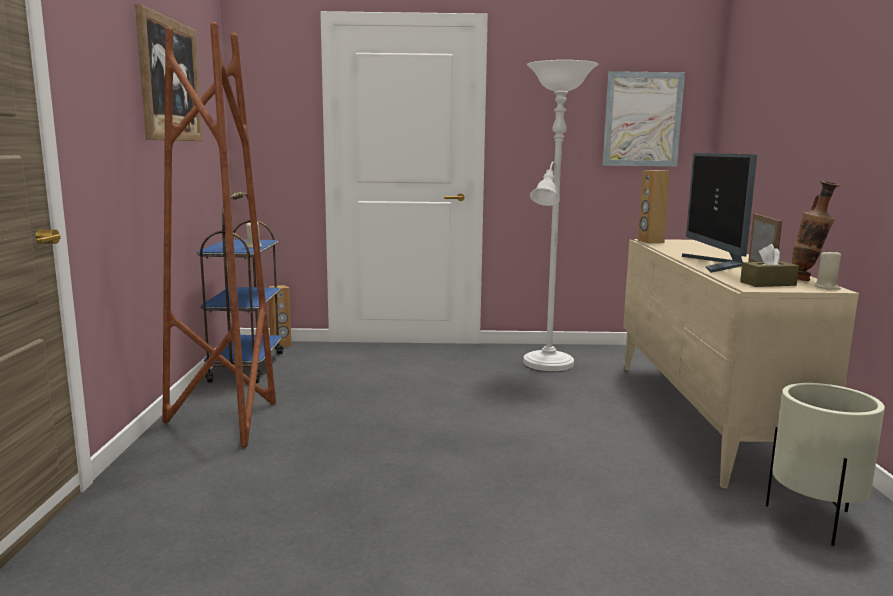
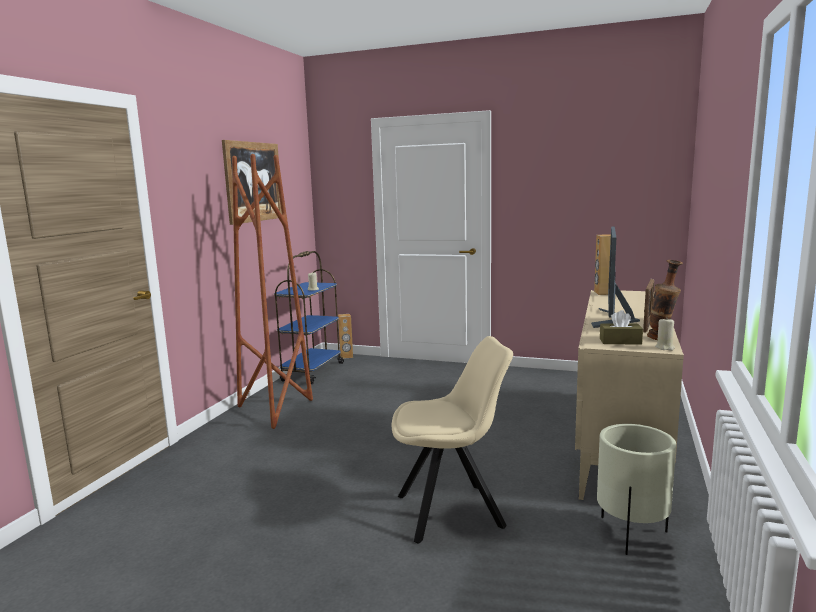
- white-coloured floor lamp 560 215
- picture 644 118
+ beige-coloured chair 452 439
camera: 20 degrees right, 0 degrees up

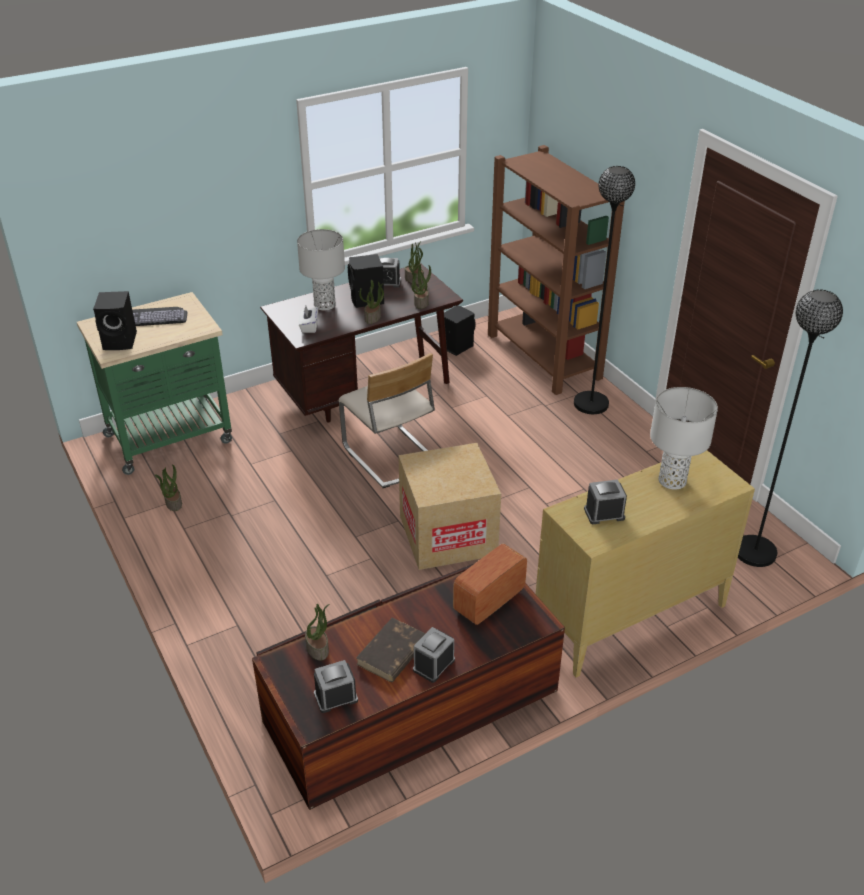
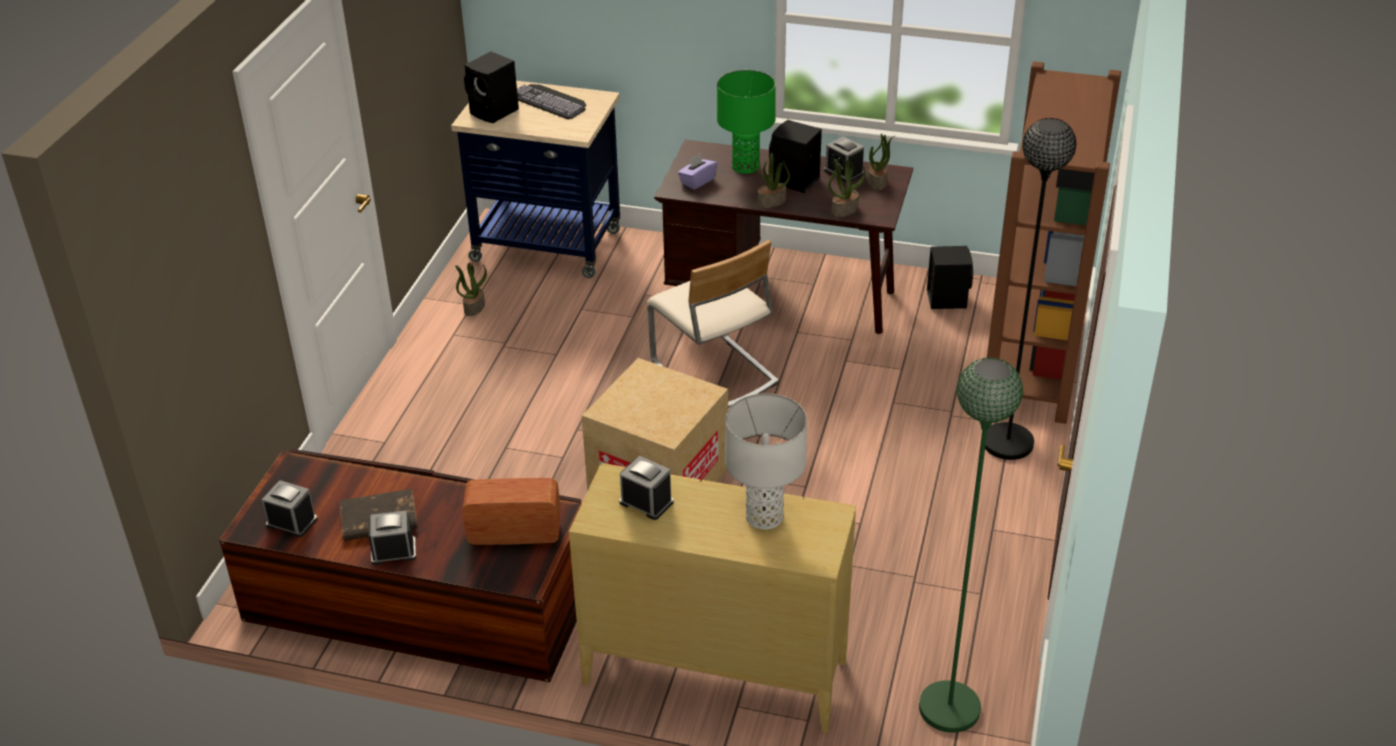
- plant in a pot 317 632
~ green-coloured cart 154 383 to blue cart 535 179
~ white-coloured tabletop lamp 321 270 to green-coloured tabletop lamp 746 122
~ white-coloured box of tissues 308 319 to purplish box of tissues 697 171
~ black floor lamp 790 428 to green-coloured floor lamp 971 545
~ beige-coloured chair 386 420 = 713 324 45 degrees counterclockwise
camera: 45 degrees right, 0 degrees up

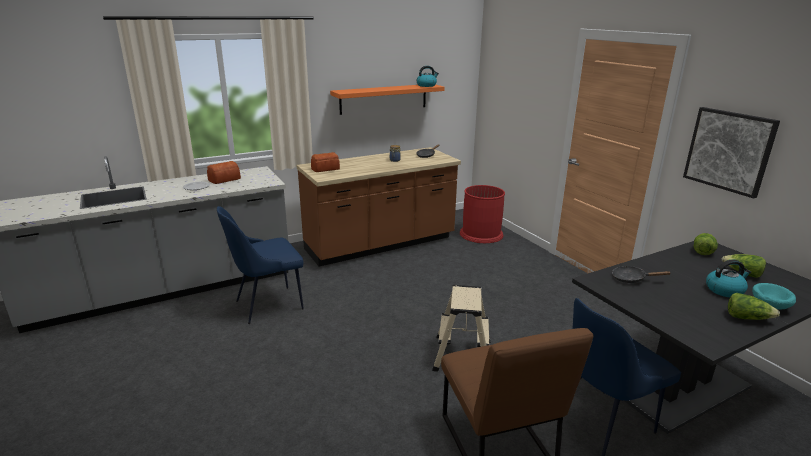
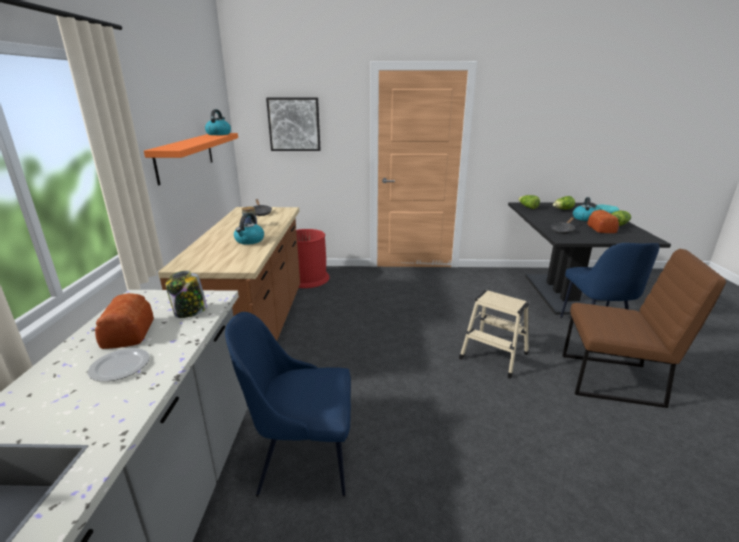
+ preserve jar 186 294
+ tea kettle 249 229
~ baked bread 325 162 to 603 221
~ picture 731 153 to 293 124
~ blue chair 260 265 = 288 404 90 degrees clockwise
camera: 60 degrees left, 0 degrees up

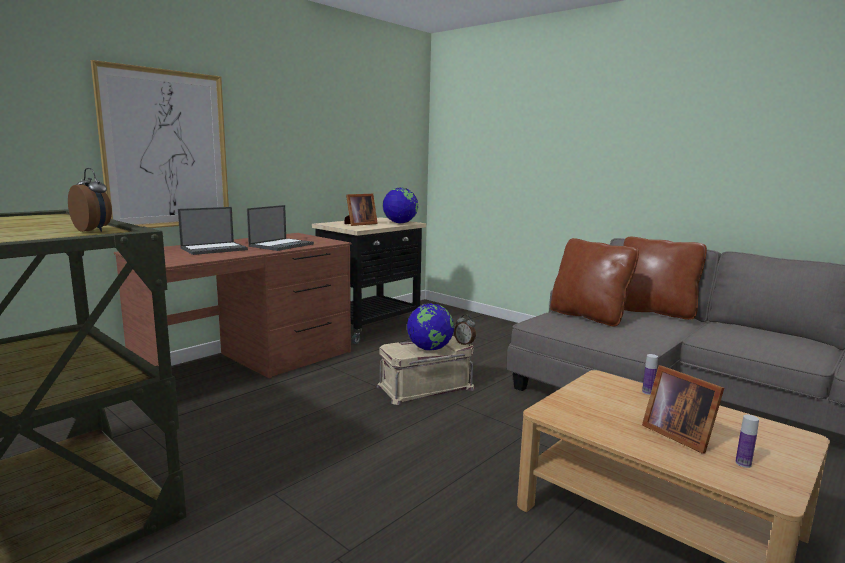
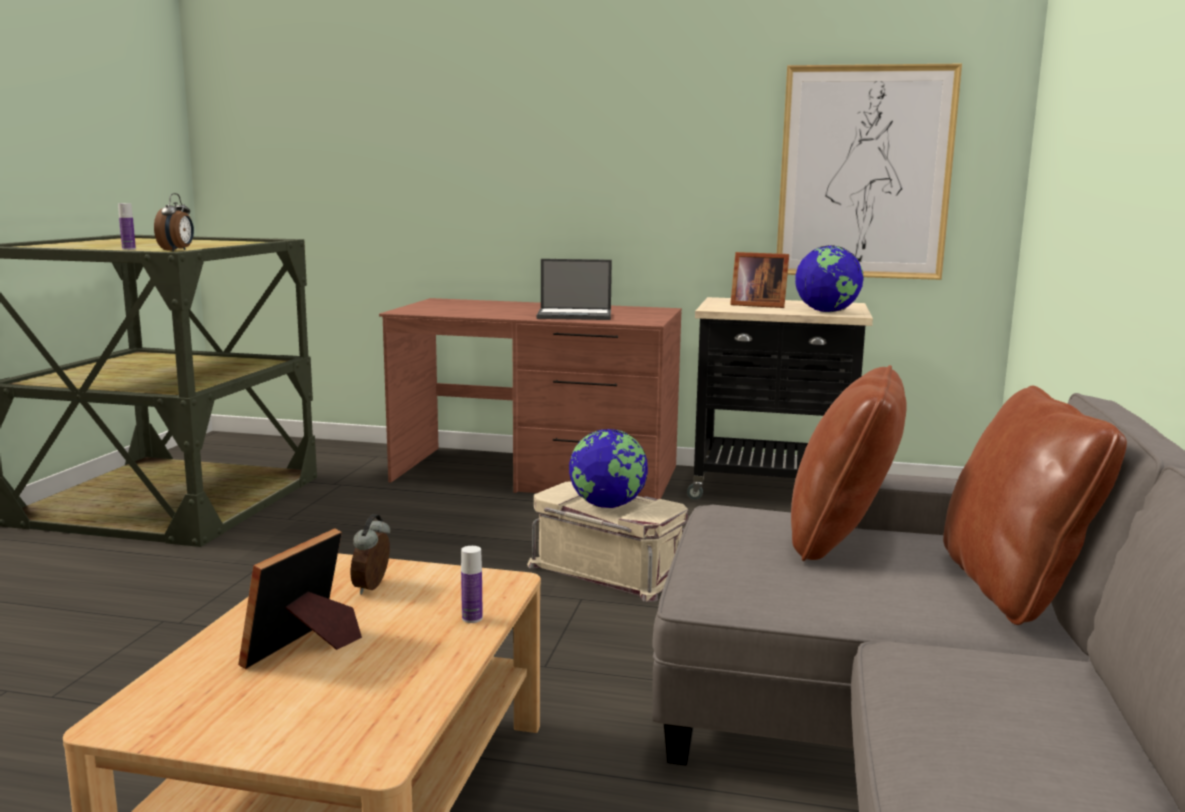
- notebook computer 213 231
~ picture 159 144 to 869 172
~ bedside clock 465 330 to 370 554
~ beverage bottle 747 441 to 127 226
camera: 60 degrees right, 0 degrees up

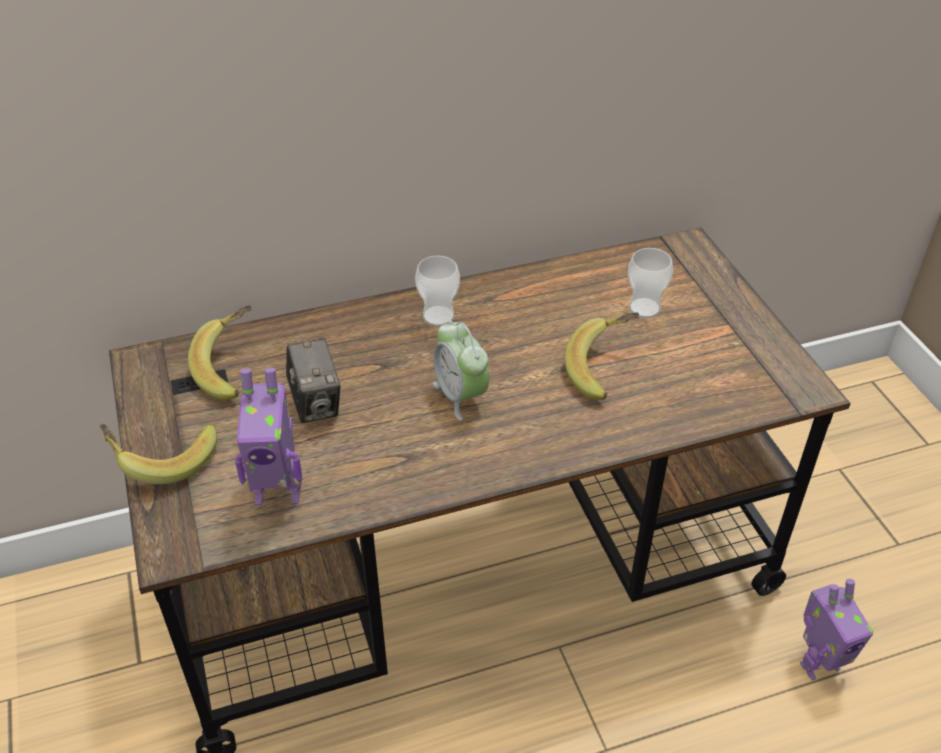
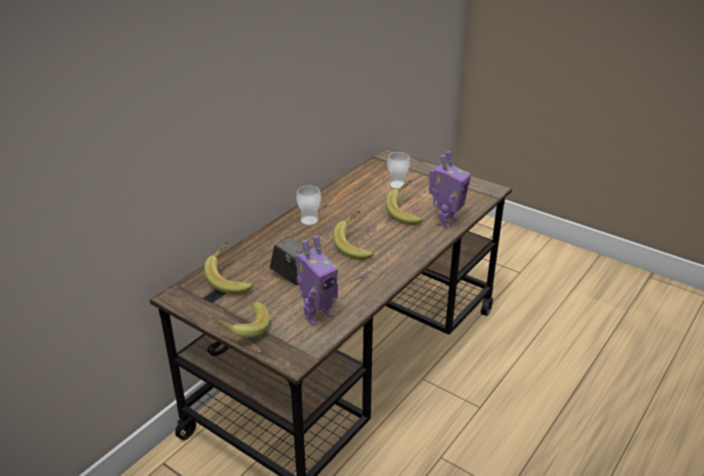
~ toy robot 836 629 to 450 189
~ bedside clock 461 370 to banana fruit 353 235
camera: 35 degrees left, 10 degrees down

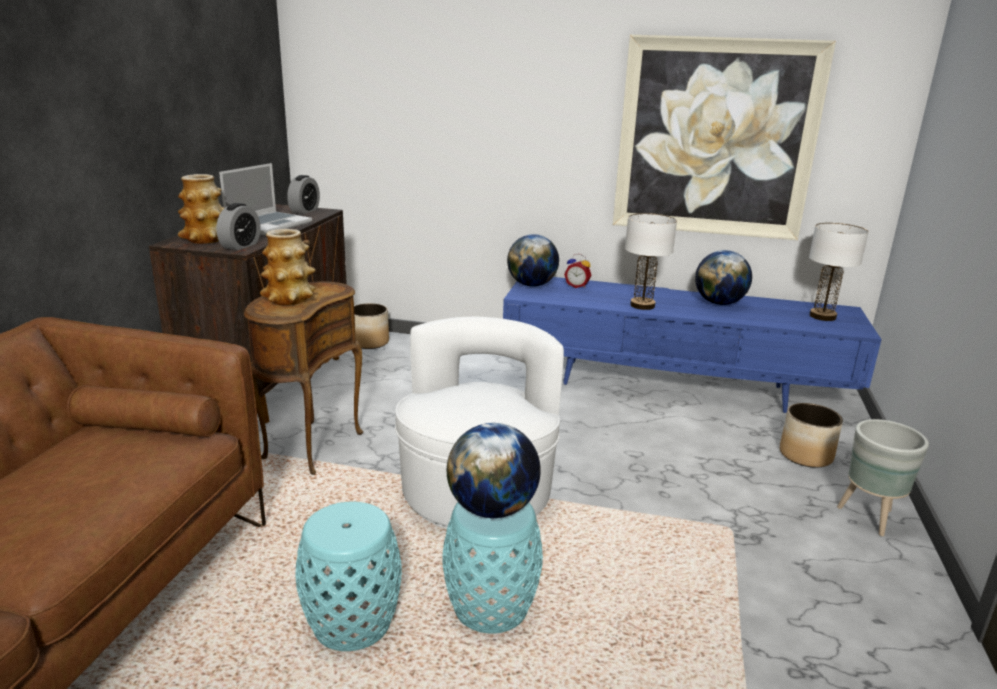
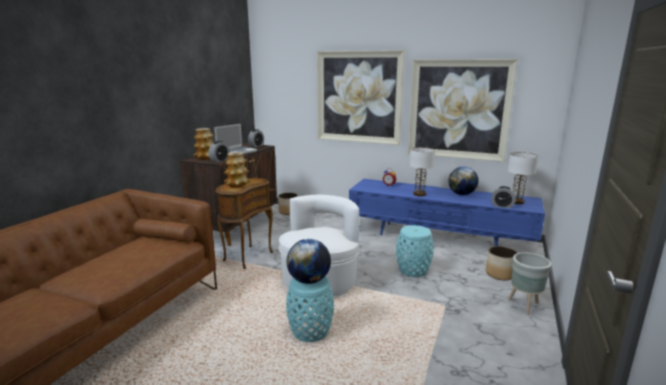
- globe 533 260
+ picture 361 97
+ bedside clock 503 197
~ blue-green stool 349 576 to 415 251
camera: 10 degrees right, 5 degrees down

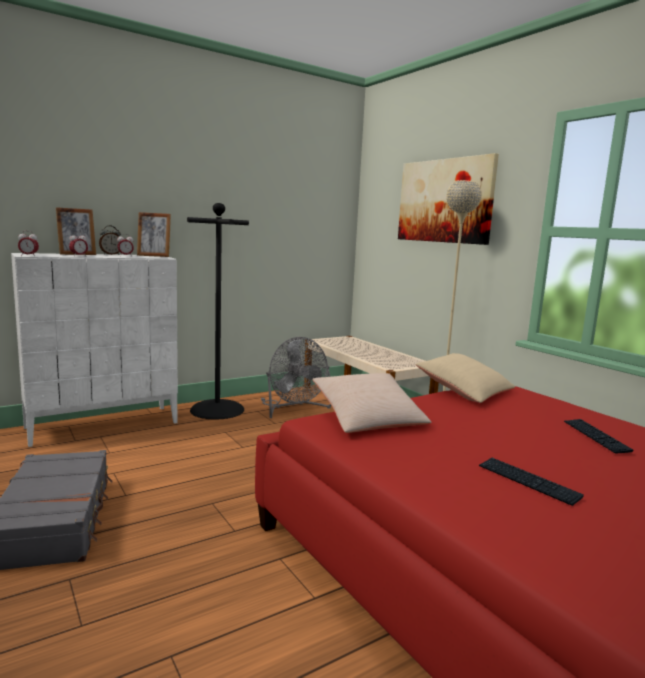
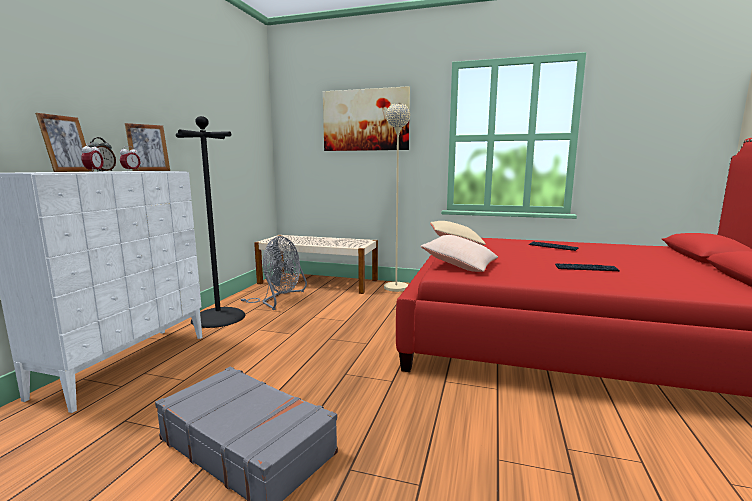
- bedside clock 28 244
camera: 40 degrees left, 0 degrees up

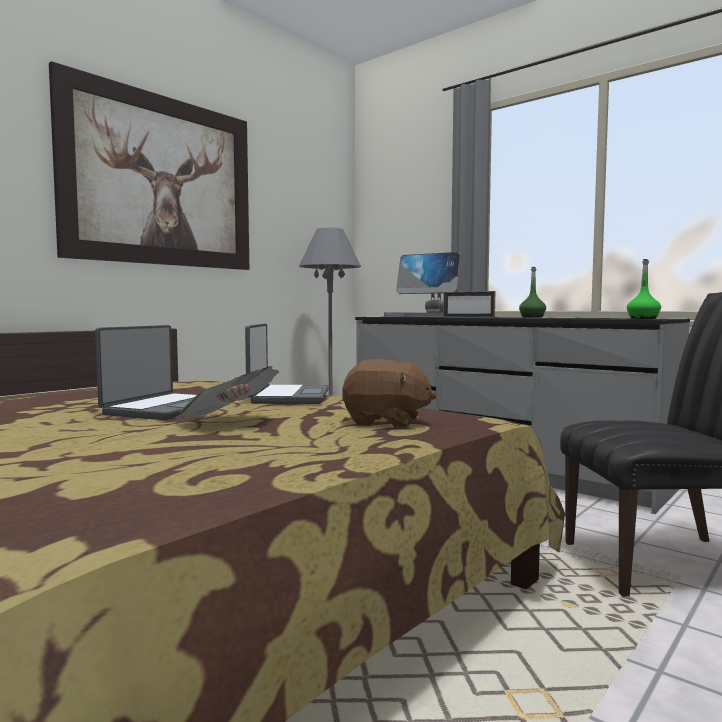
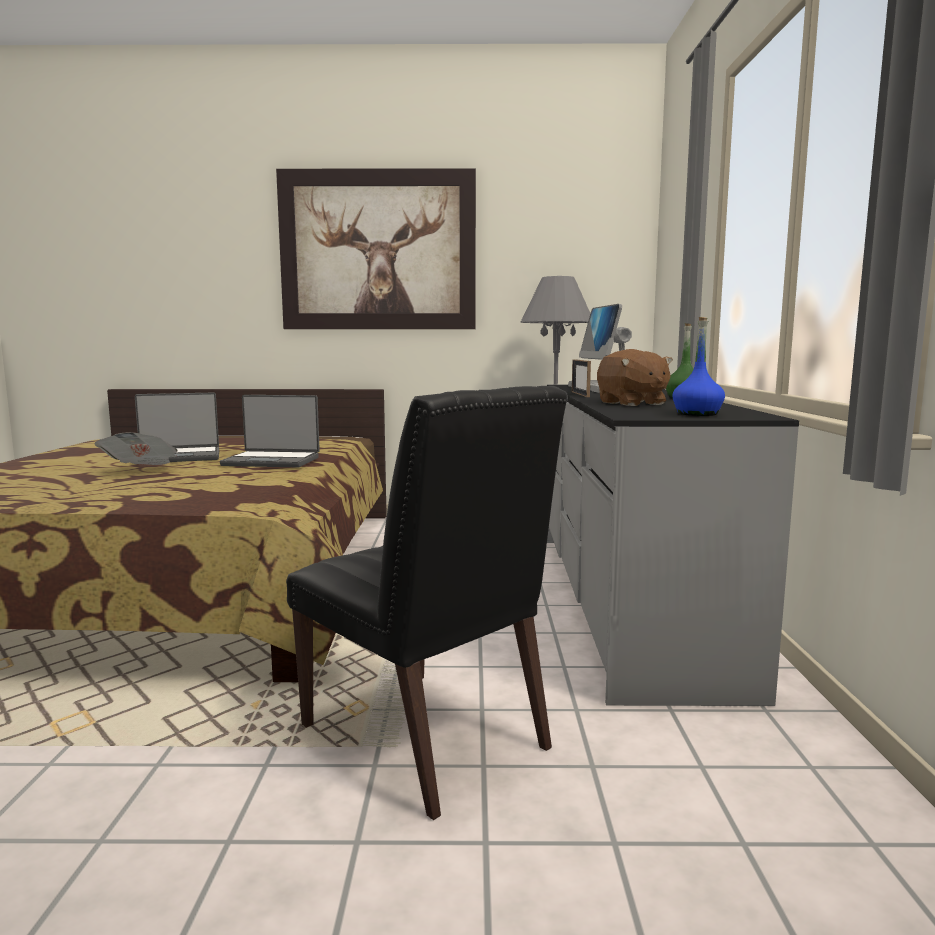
~ brown plush toy 389 393 to 635 377
~ green-coloured beverage bottle 644 289 to blue beverage bottle 698 366
~ notebook computer 287 364 = 270 431 45 degrees clockwise
camera: 50 degrees right, 5 degrees up

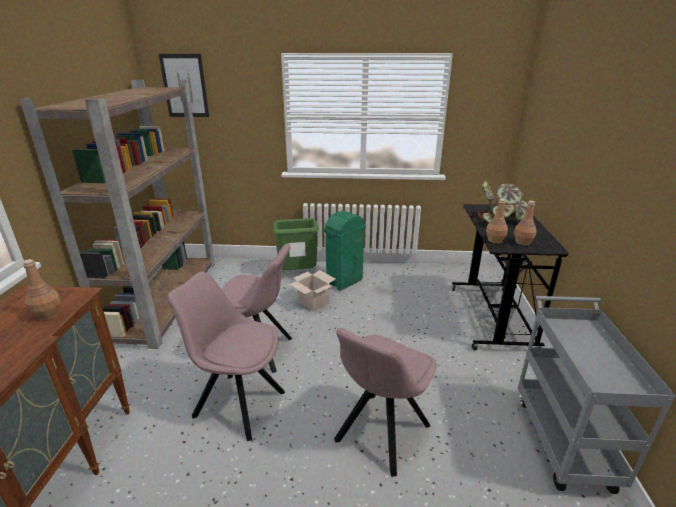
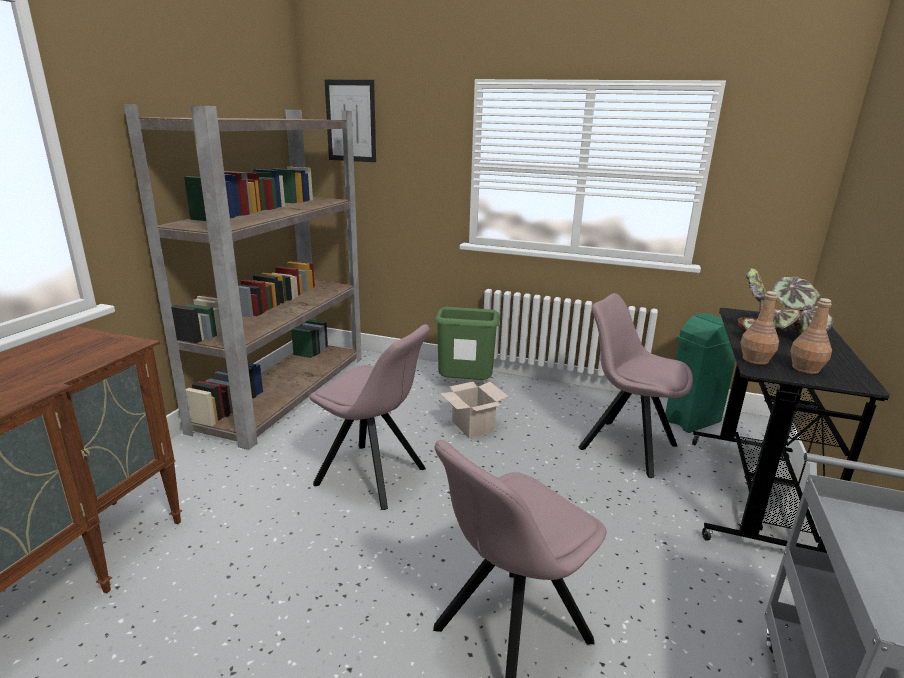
- brown beverage bottle 42 290
~ pink-coloured chair 226 356 to 636 385
~ green-coloured waste bin 345 251 to 700 373
camera: 15 degrees right, 5 degrees down

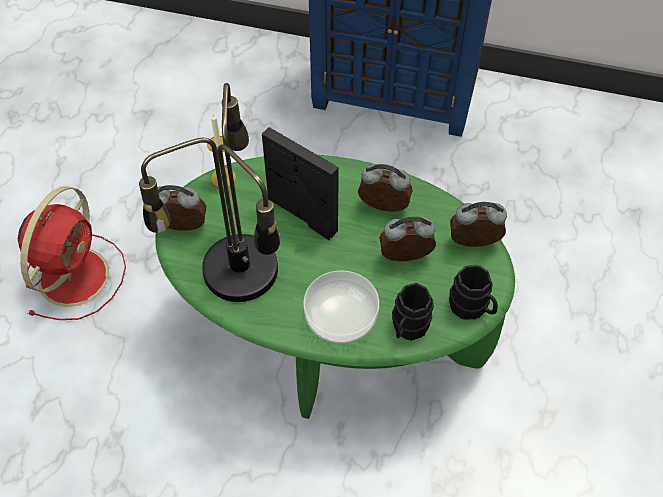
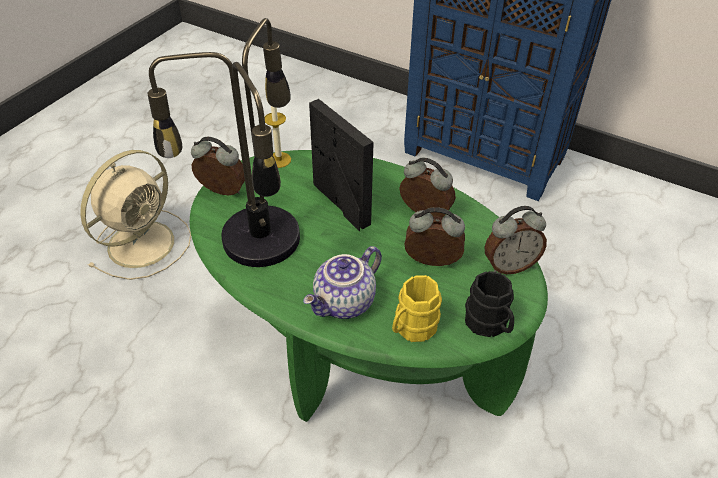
~ serving bowl 341 307 to tea pot 342 282
~ red electric fan 72 253 to beige-coloured electric fan 135 215
~ black mug 413 312 to yellow-coloured mug 417 308
~ bedside clock 478 224 = 515 240 150 degrees clockwise
camera: 15 degrees right, 10 degrees down

